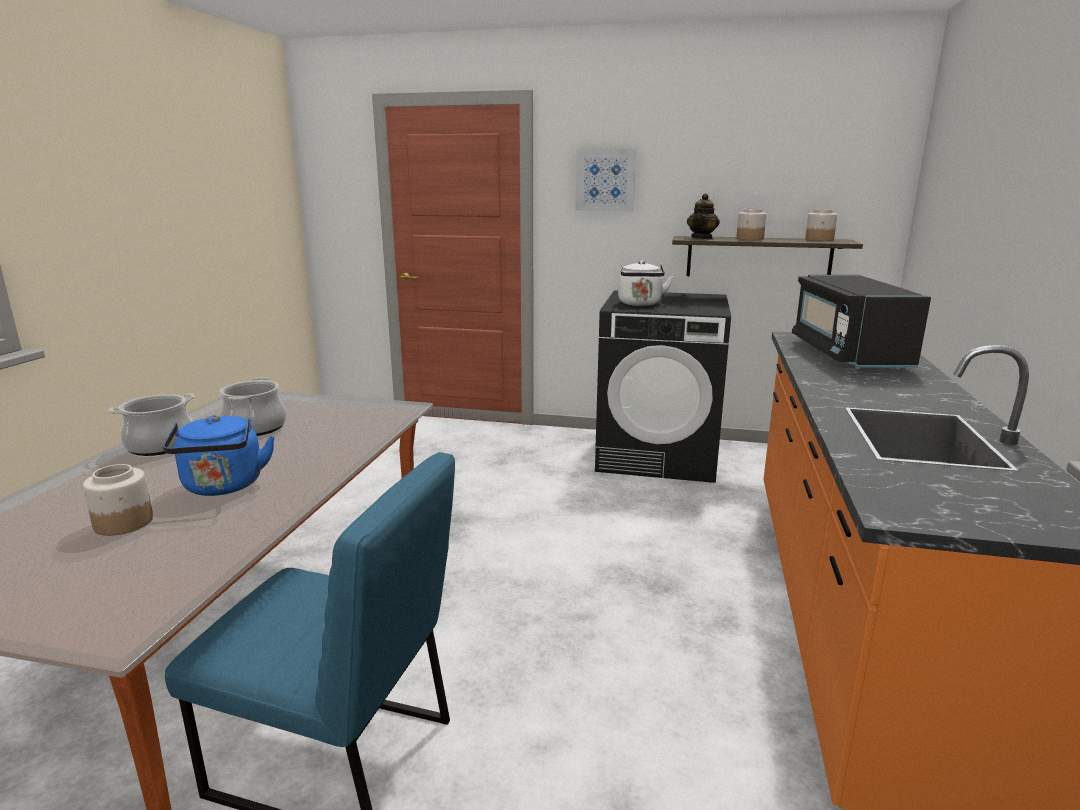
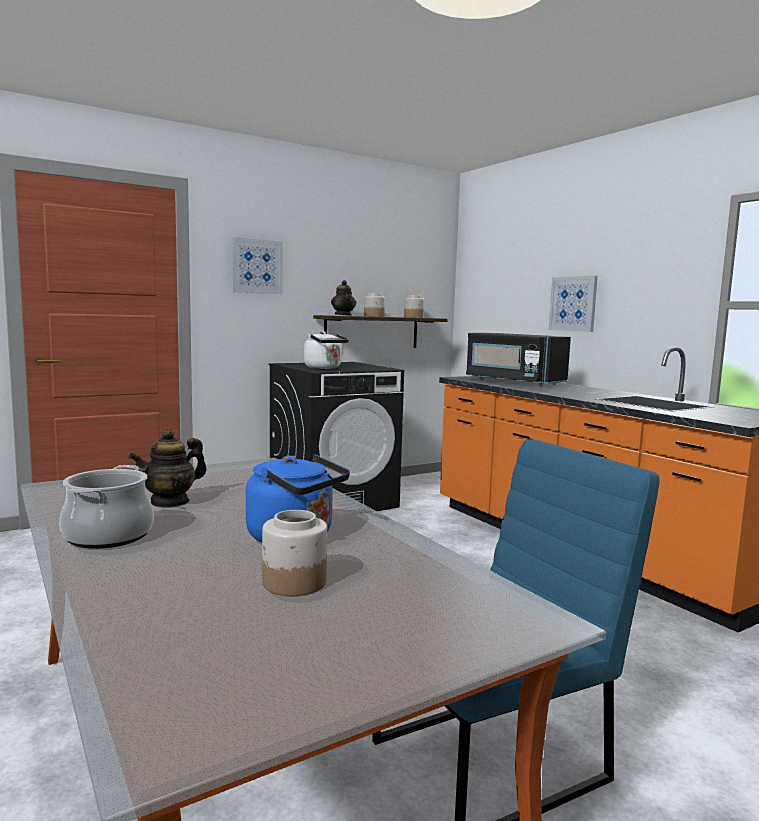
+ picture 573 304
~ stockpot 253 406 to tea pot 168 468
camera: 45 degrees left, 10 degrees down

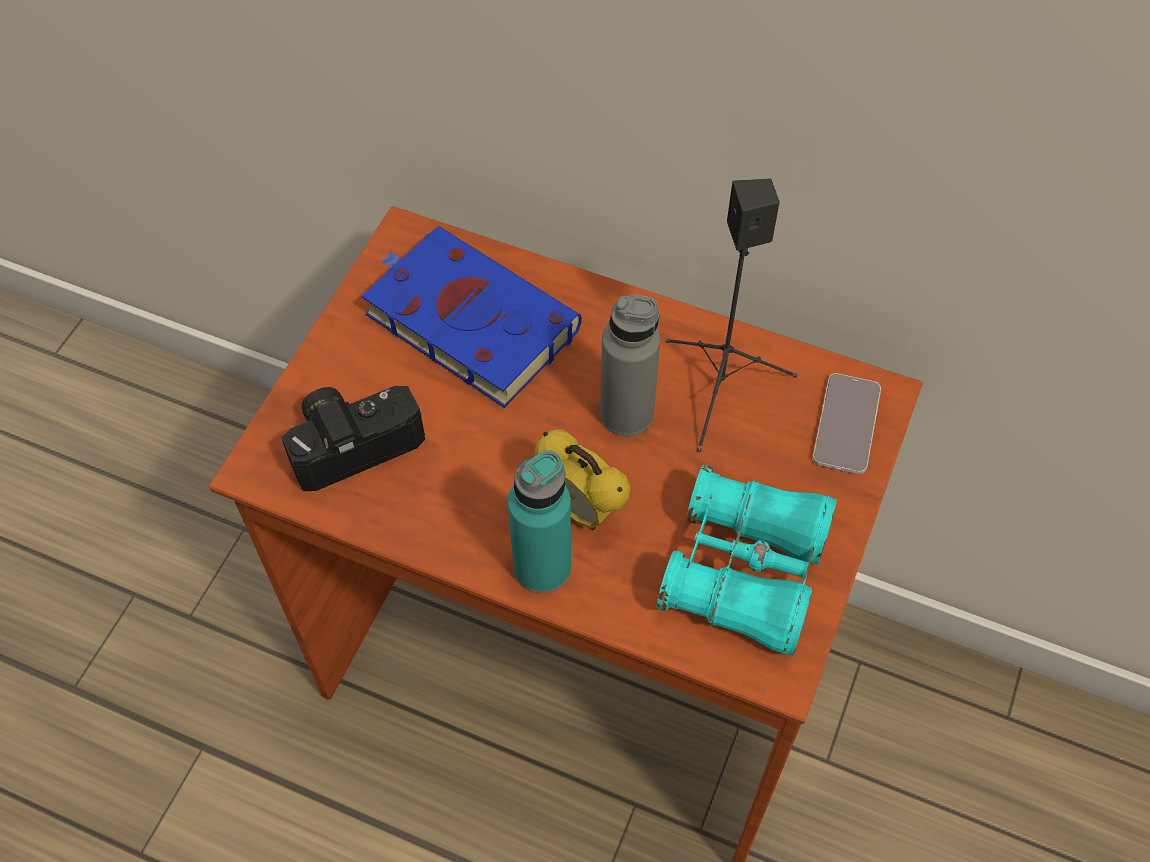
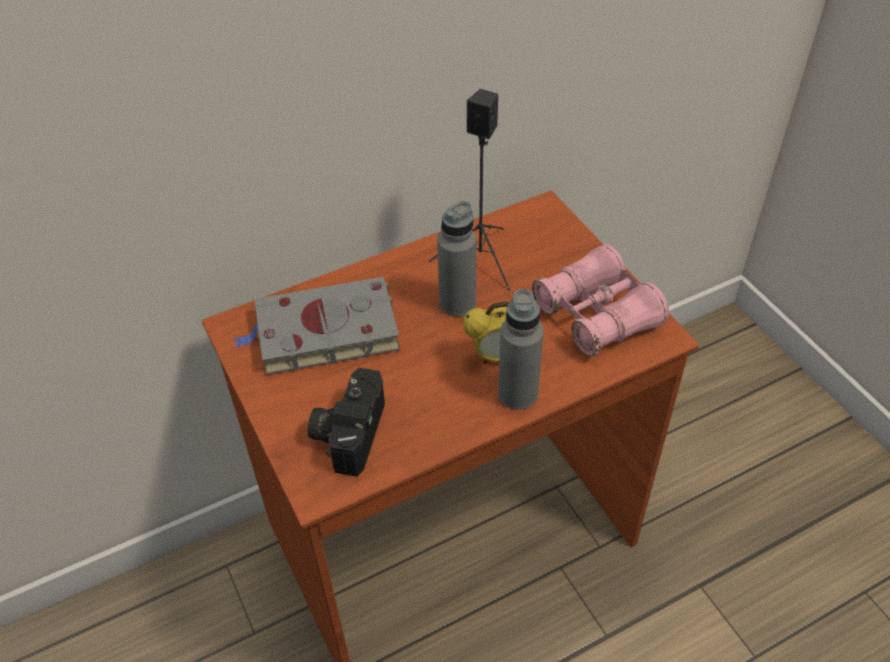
- telephone 846 423
~ blue bound book 471 317 to grey bound book 317 326
~ blue-green beverage bottle 539 521 to grey beverage bottle 521 349
~ blue-green field glasses 747 560 to pink-coloured field glasses 600 300
camera: 50 degrees left, 10 degrees down

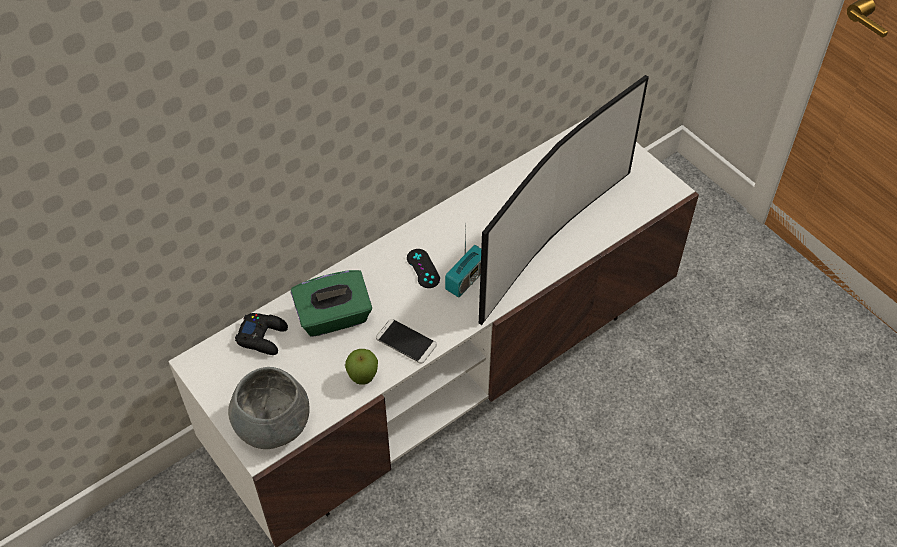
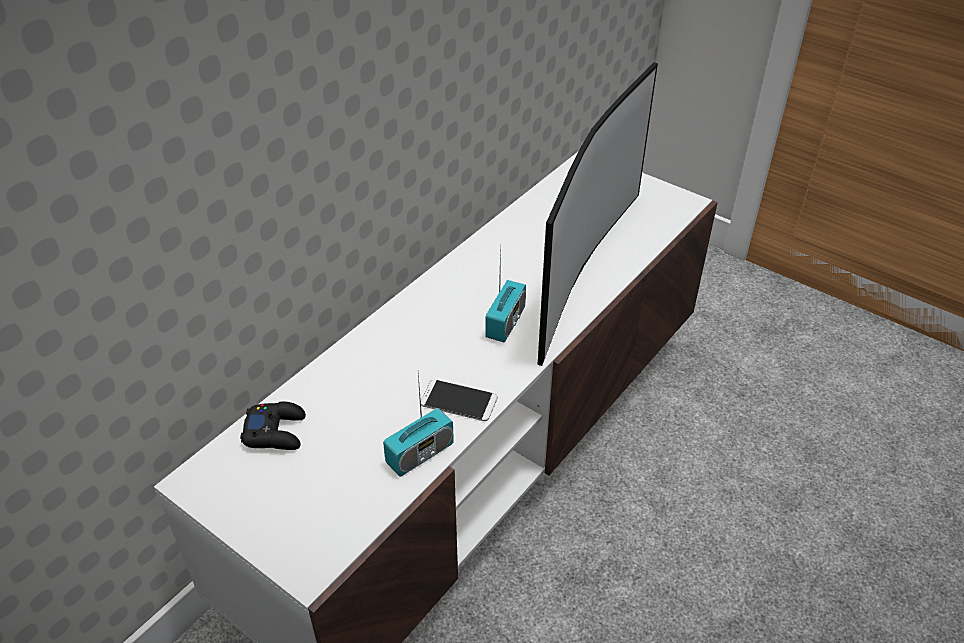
- grey serving bowl 269 408
- green-coloured box of tissues 331 303
- black game controller 423 268
~ whole apple 361 367 to radio set 418 425
camera: 15 degrees left, 10 degrees down

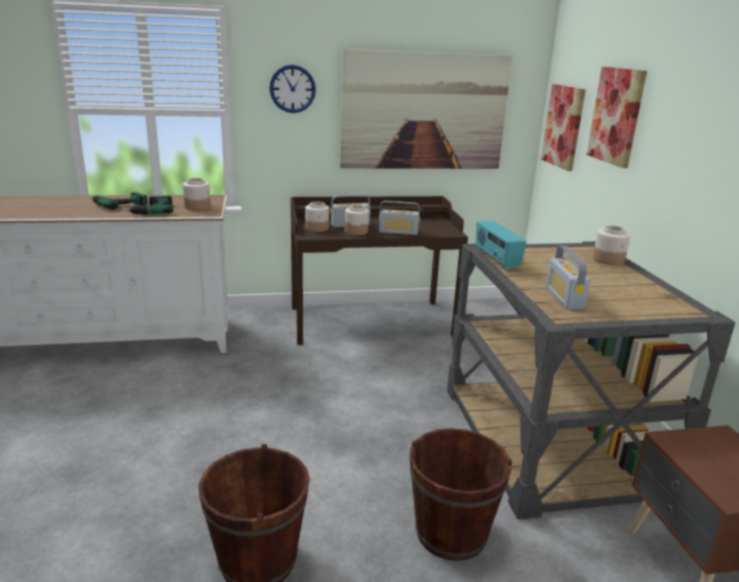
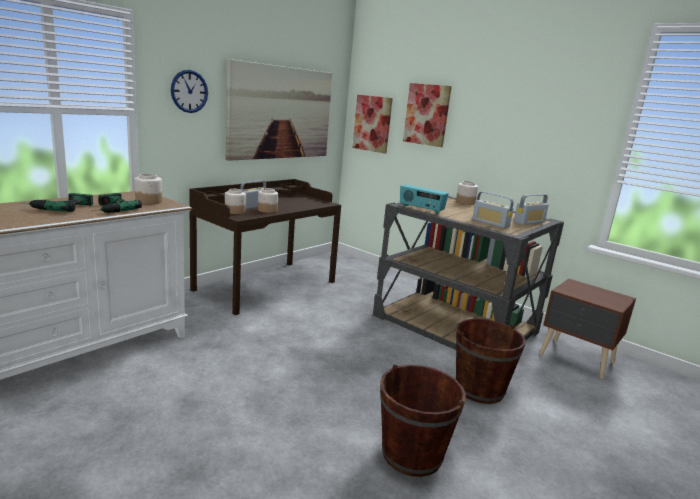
~ radio set 399 218 to 531 209
camera: 40 degrees left, 5 degrees down

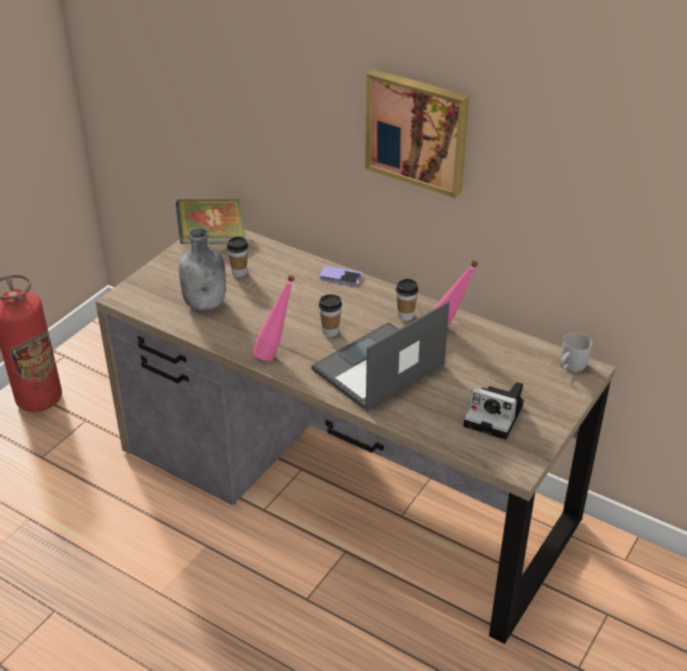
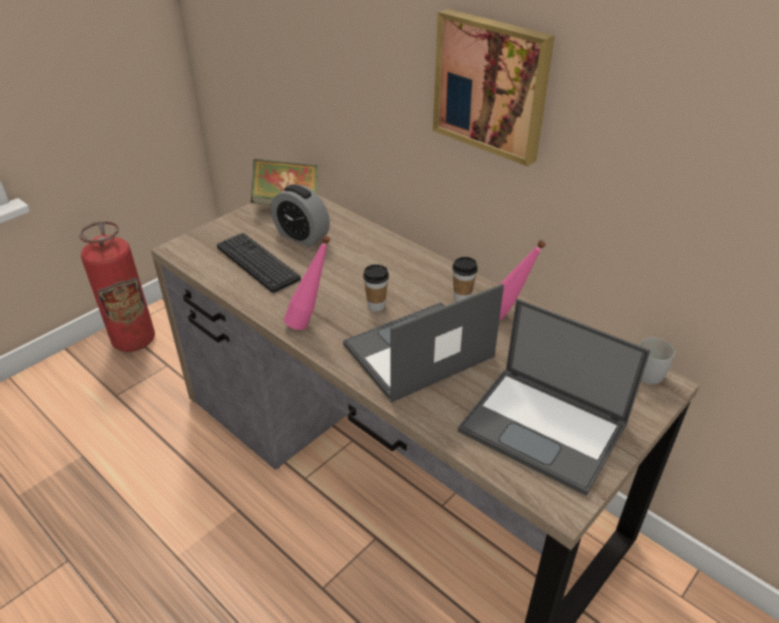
- telephone 341 276
~ grey beverage bottle 202 269 to keyboard 259 263
~ small cup 237 257 to bedside clock 300 216
~ still camera 494 411 to notebook computer 554 397
camera: 10 degrees right, 0 degrees up

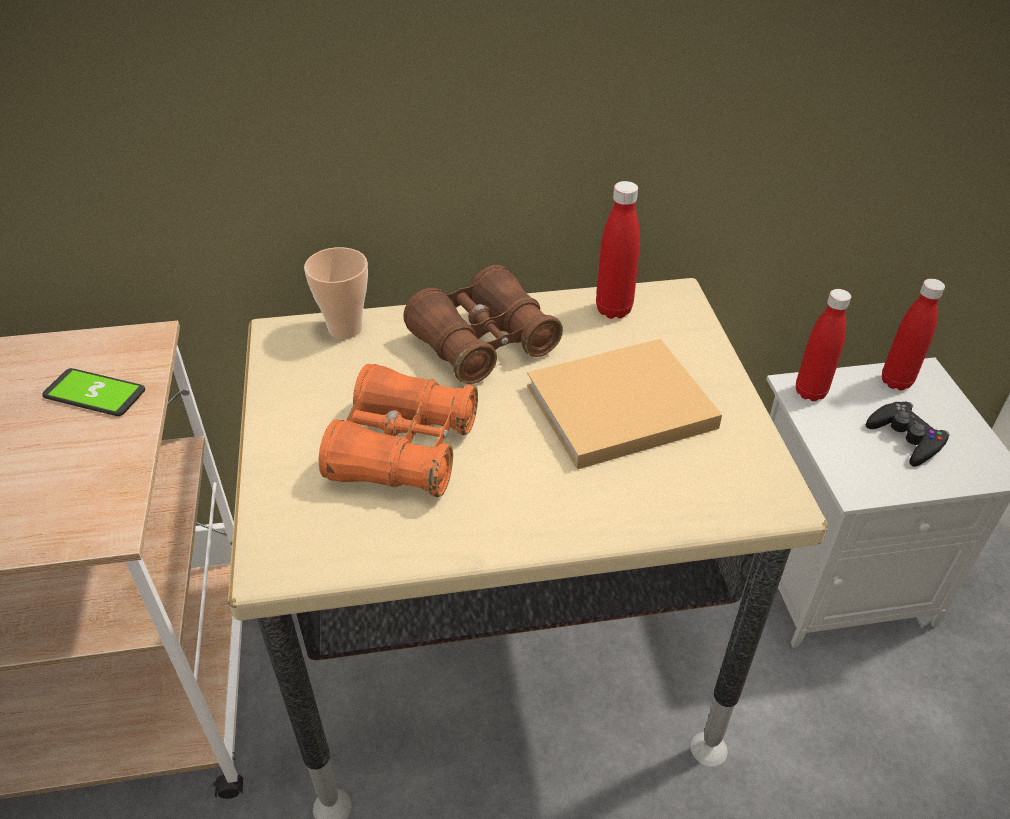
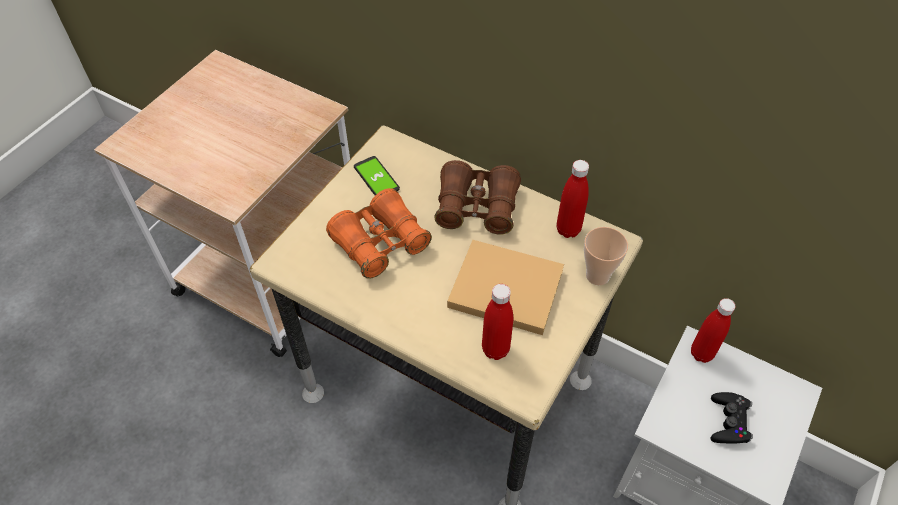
~ telephone 93 392 to 377 175
~ small cup 336 293 to 606 256
~ red beverage bottle 913 334 to 497 322
camera: 40 degrees right, 10 degrees up

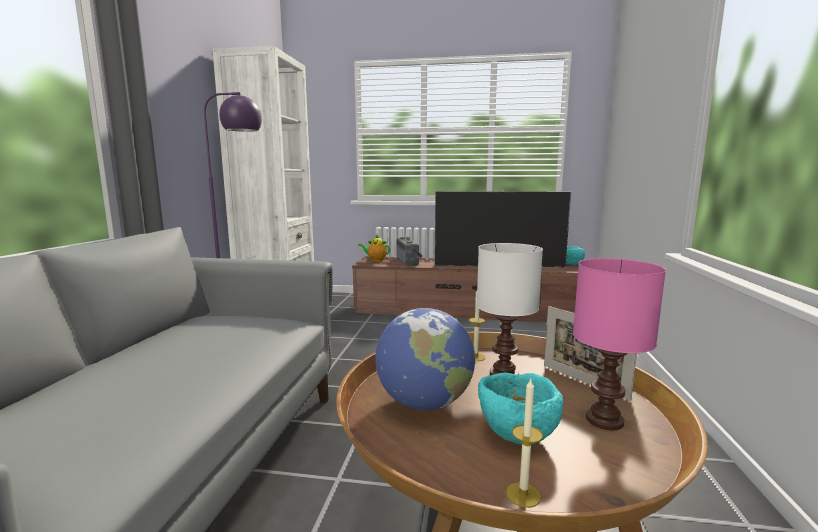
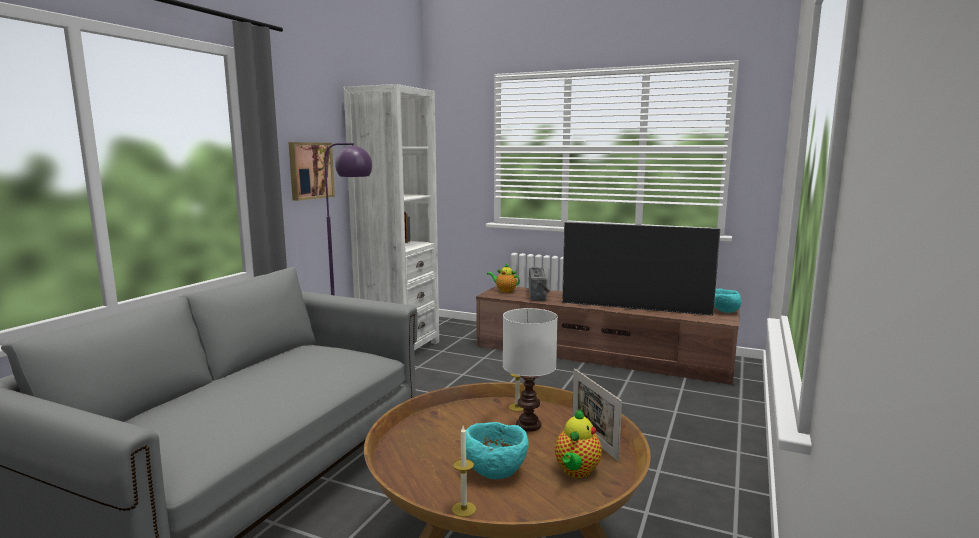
- globe 425 359
+ picture 311 171
~ pink-coloured tabletop lamp 619 344 to tea pot 578 443
camera: 15 degrees right, 0 degrees up

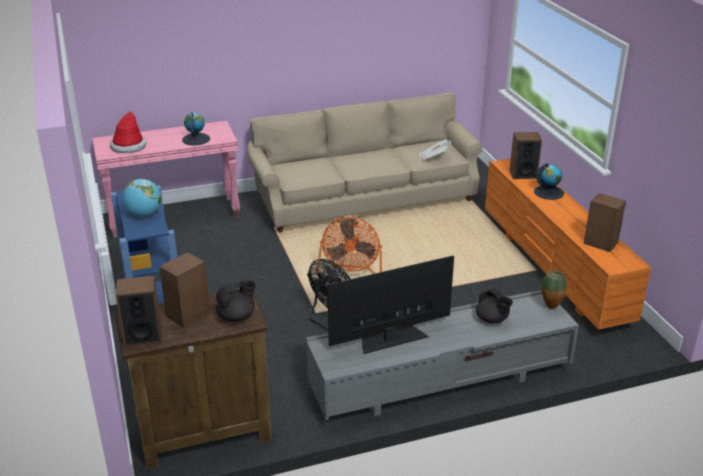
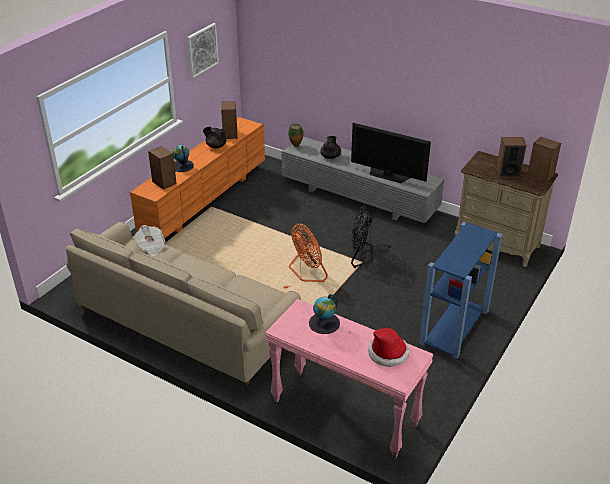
- globe 142 198
+ picture 203 50
~ black tea pot 236 301 to 214 138
camera: 130 degrees left, 5 degrees up

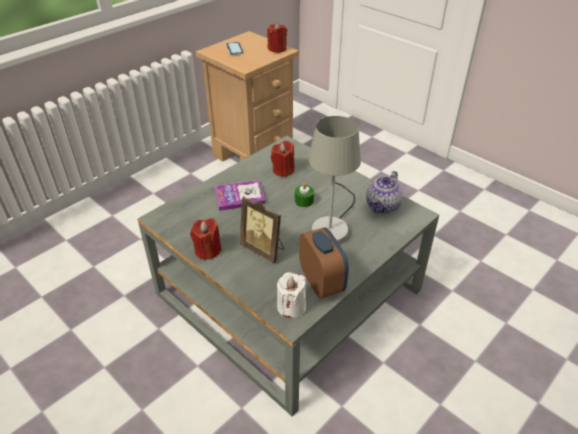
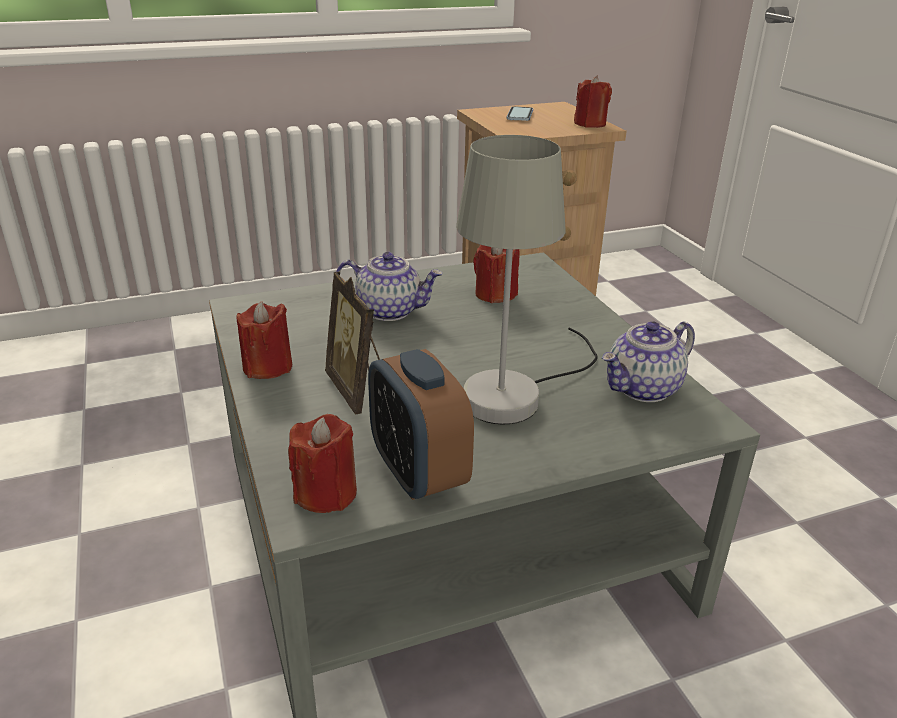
- green-coloured wax candle 304 195
~ bound book 240 195 to tea pot 389 286
~ white-coloured wax candle 291 295 to red wax candle 322 463
~ bedside clock 324 263 = 421 424 150 degrees clockwise
camera: 25 degrees right, 10 degrees down

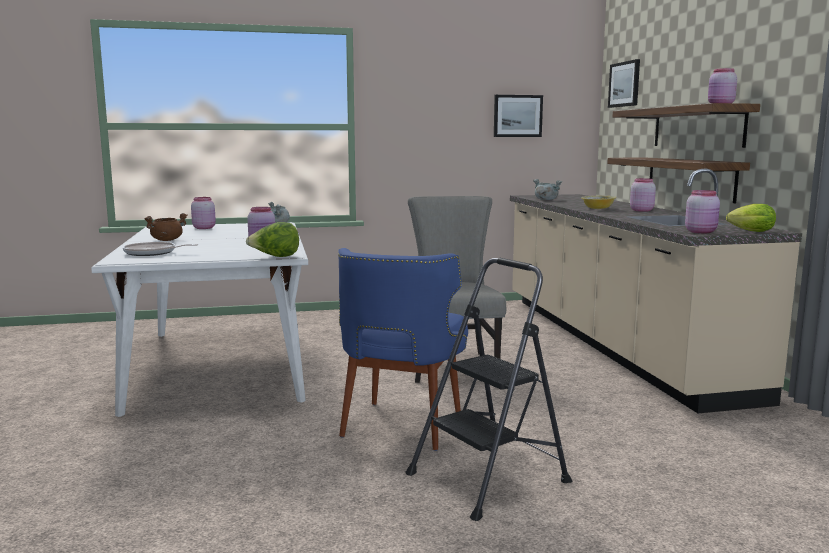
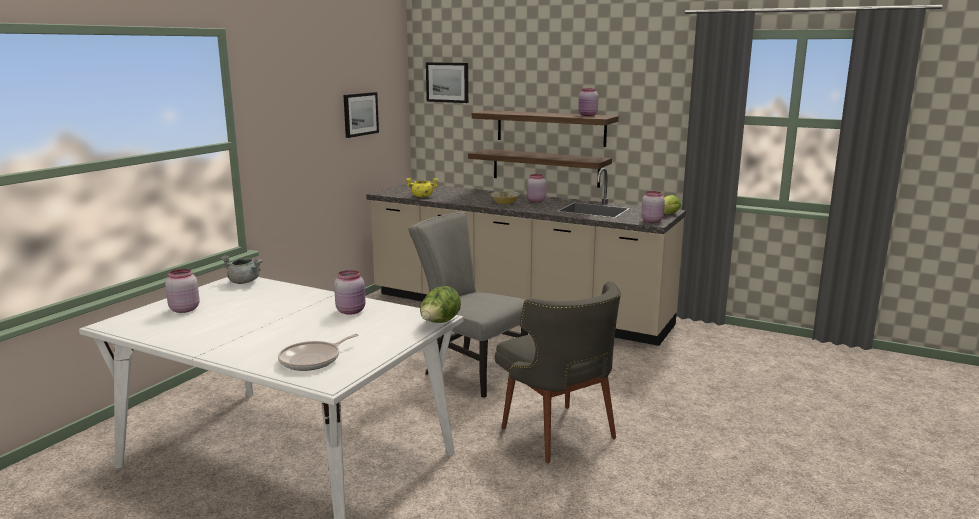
- brown stockpot 166 227
- black step stool 488 389
~ blue chair 403 349 to grey chair 558 372
~ grey stockpot 547 189 to yellow-coloured stockpot 422 187
camera: 50 degrees left, 5 degrees up

